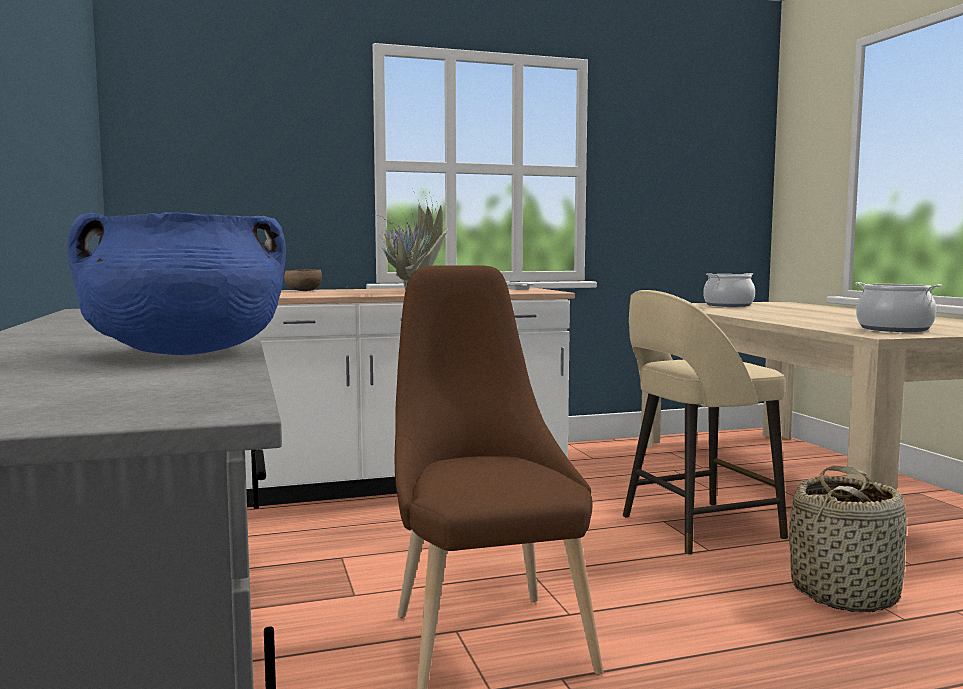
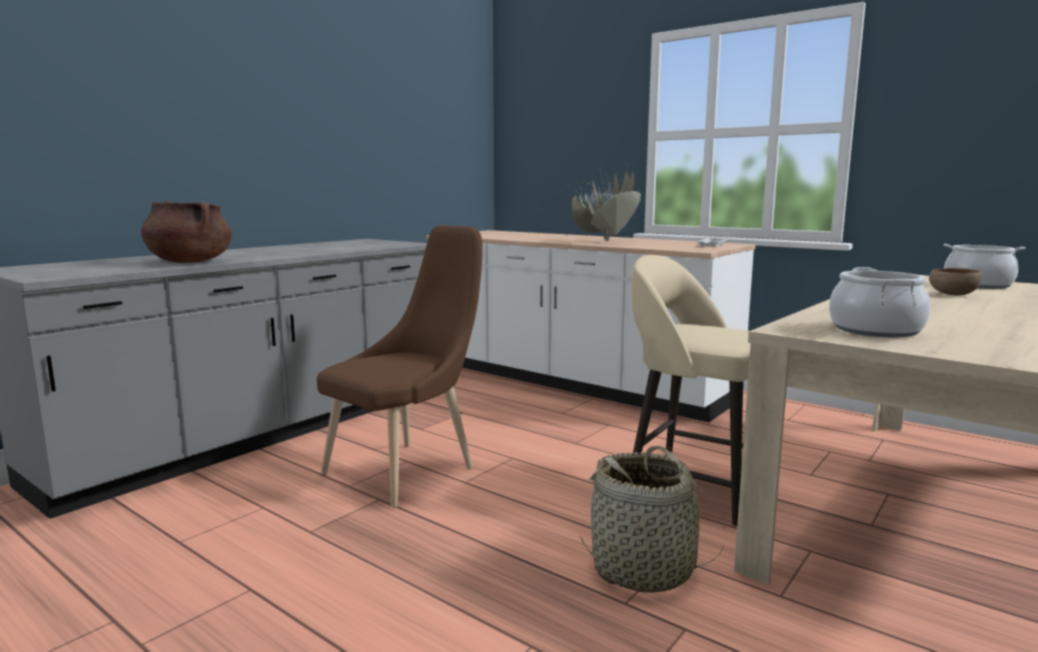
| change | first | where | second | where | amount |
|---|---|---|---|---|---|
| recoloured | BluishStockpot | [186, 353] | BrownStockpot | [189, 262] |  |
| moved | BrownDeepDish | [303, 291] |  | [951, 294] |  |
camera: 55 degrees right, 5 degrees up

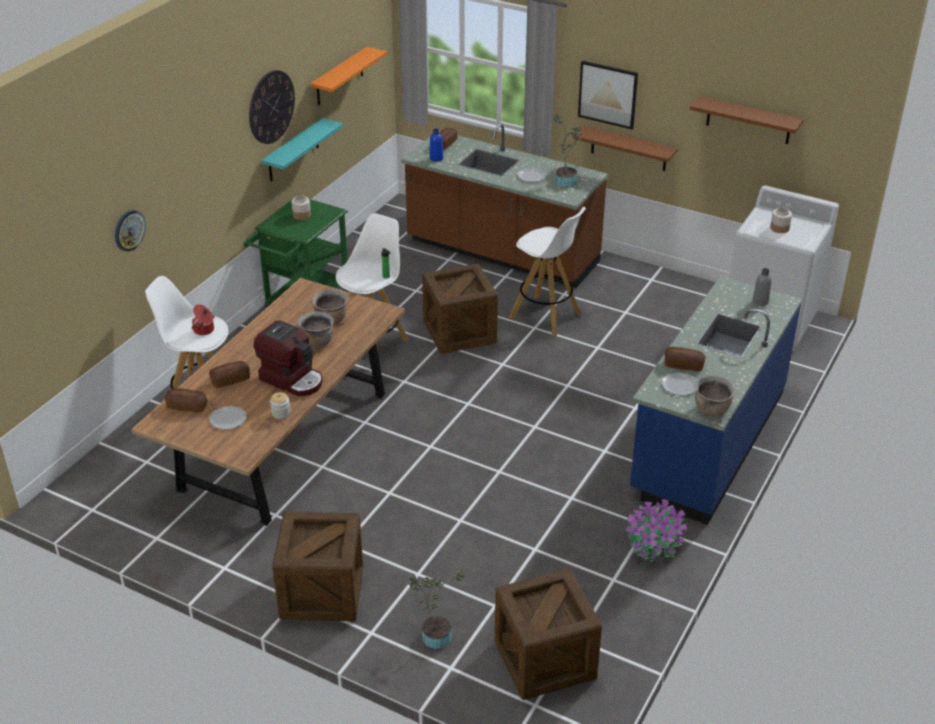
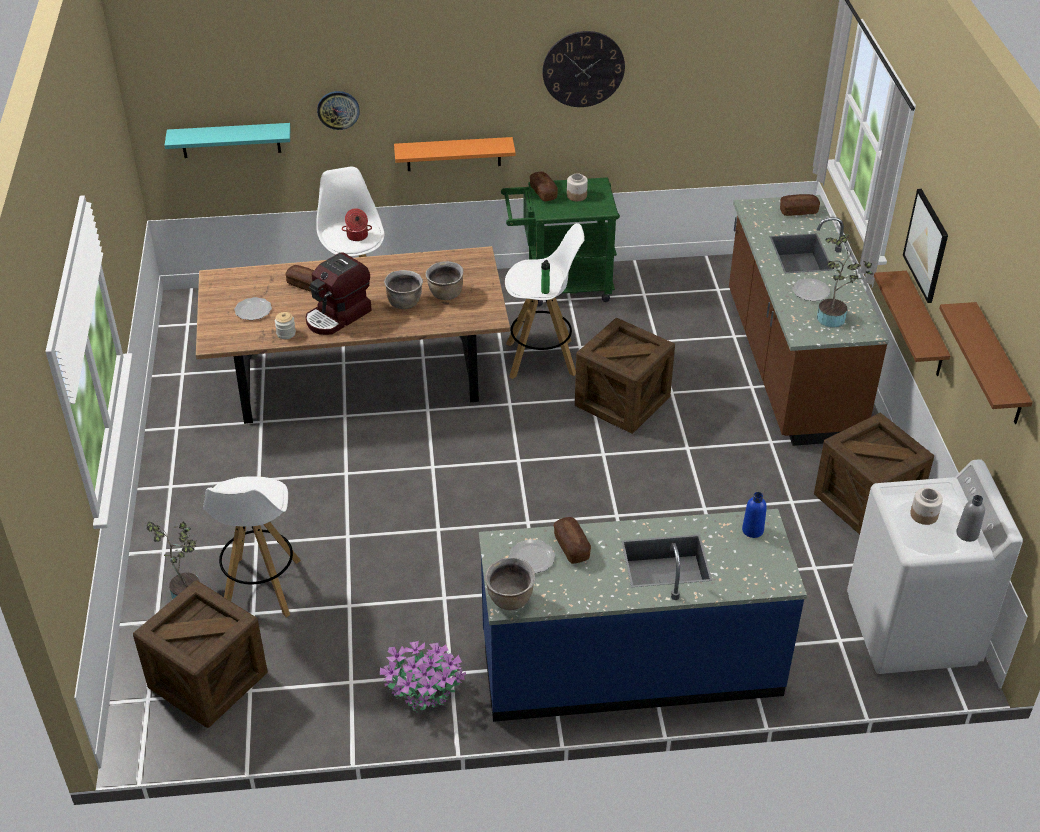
| change | first | where | second | where | amount |
|---|---|---|---|---|---|
| moved | BlueGreenShelf | [293, 151] |  | [230, 140] |  |
| moved | WhiteColouredSittingStool | [546, 316] |  | [261, 587] |  |
| turned | CoffeeBrewer | [292, 379] |  | [338, 316] | 45 degrees clockwise |
| moved | OrangeyShelf | [339, 77] |  | [453, 154] |  |
| moved | BakedBread | [187, 406] |  | [543, 192] |  |
| moved | BluishBeverageBottle | [436, 158] |  | [752, 530] |  |
| moved | ShippingCrate | [322, 592] |  | [866, 502] |  |
| moved | GreyBeverageBottle | [760, 301] |  | [967, 534] |  |
camera: 55 degrees right, 5 degrees up

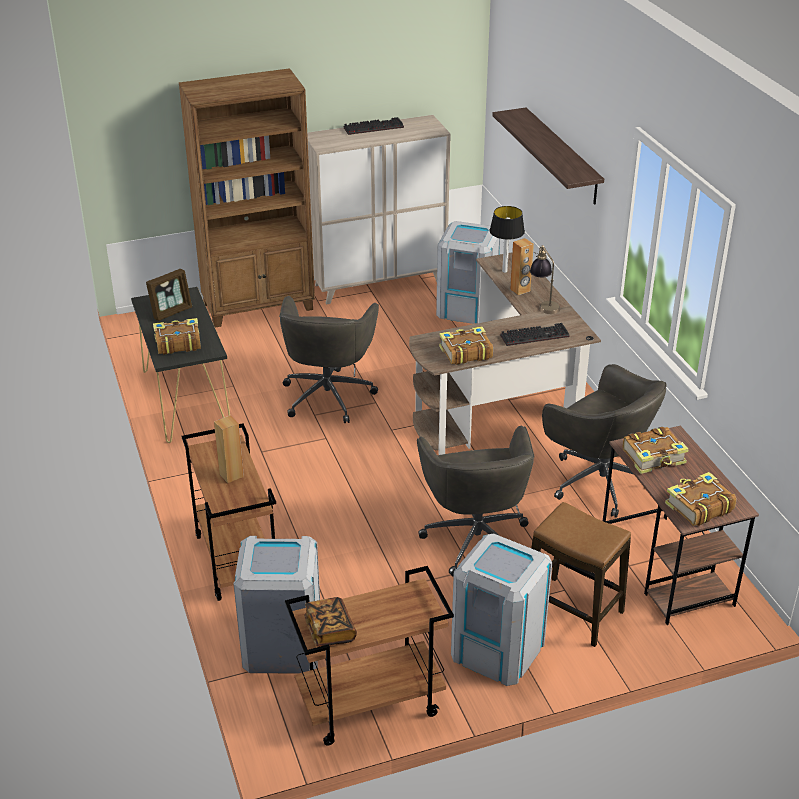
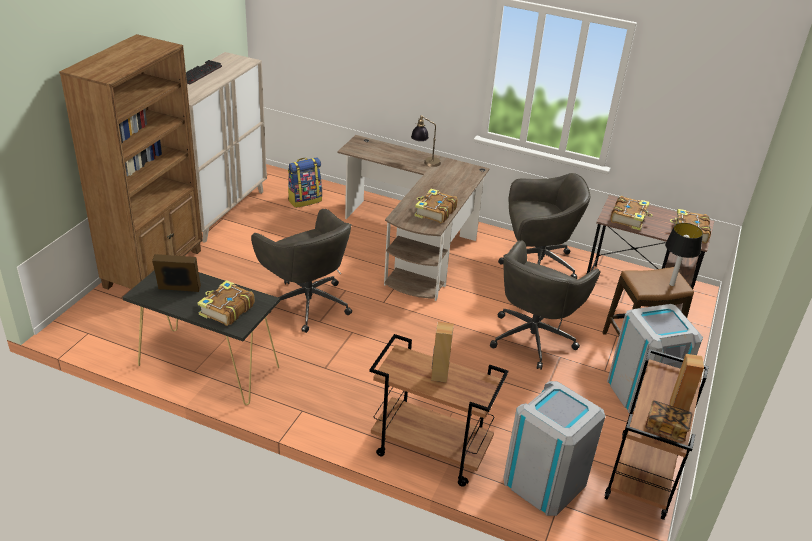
| change | first | where | second | where | amount |
|---|---|---|---|---|---|
| turned | PictureFrame | [171, 312] |  | [178, 290] | 90 degrees counterclockwise |
| replaced | GreyTrashCan | [467, 308] | Backpack | [305, 200] |  |
| turned | GreyComputerChair | [476, 538] |  | [533, 337] | 90 degrees clockwise |
| moved | TabletopLamp | [505, 271] |  | [671, 284] |  |
| moved | BrownLoudspeaker | [520, 290] |  | [678, 407] |  |
| removed | Shelf | [562, 156] |  |  |  |
| removed | ComputerKeyboard | [535, 335] |  |  |  |
camera: 50 degrees left, 0 degrees up

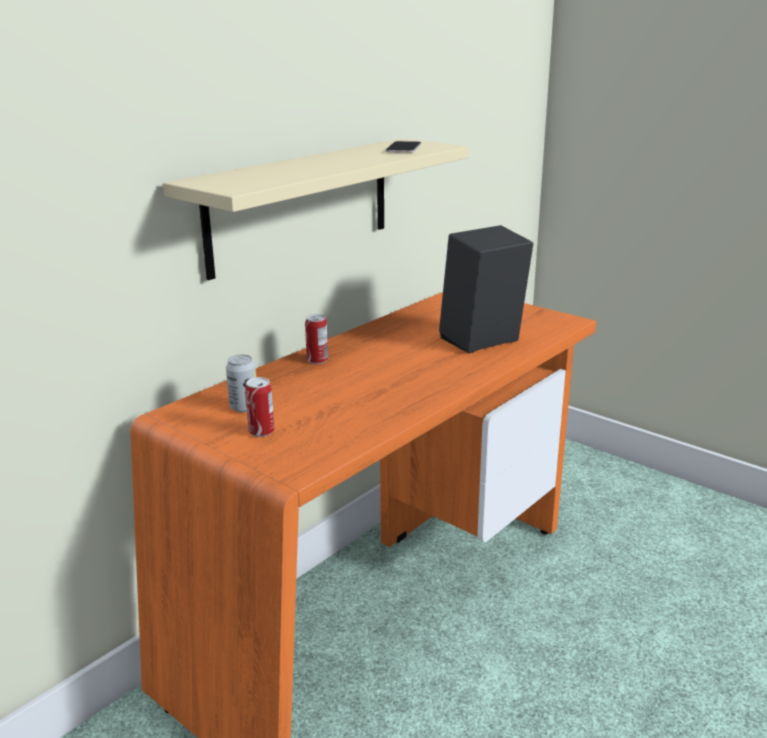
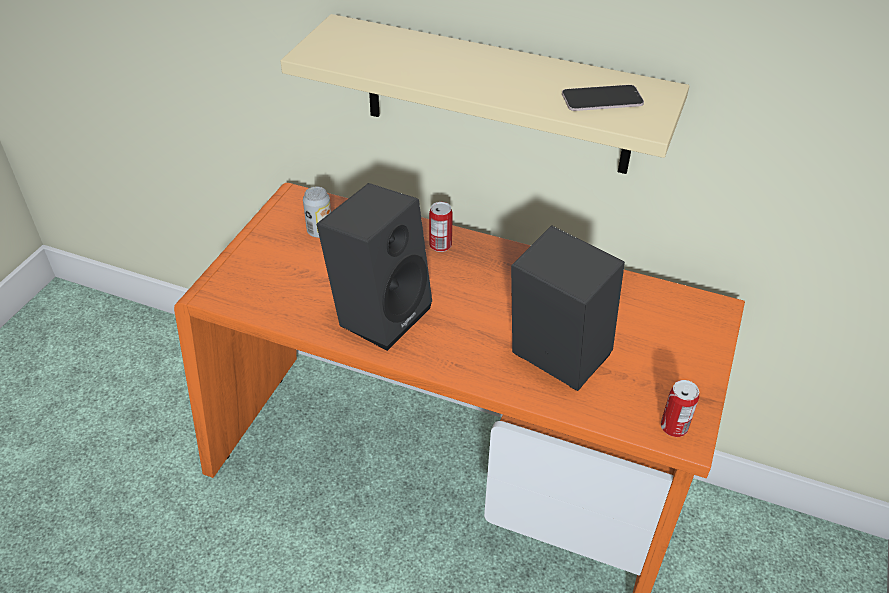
| change | first | where | second | where | amount |
|---|---|---|---|---|---|
| added |  |  | BlackishLoudspeaker | [380, 312] |  |
| moved | MetalCan | [261, 431] |  | [674, 427] |  |
camera: 70 degrees right, 20 degrees up

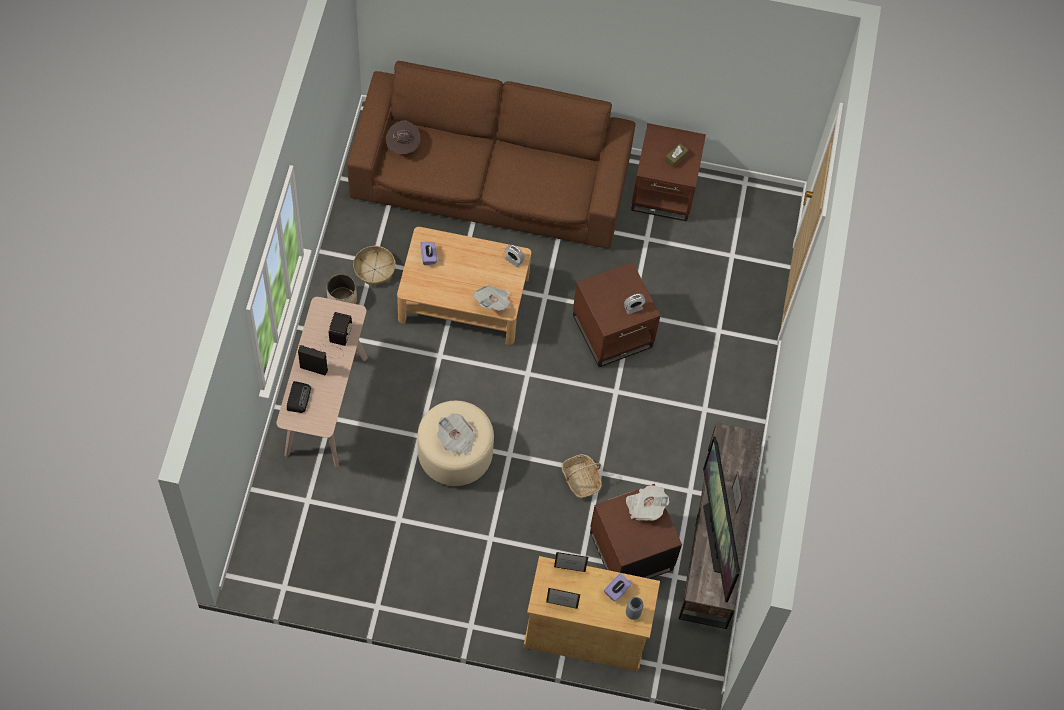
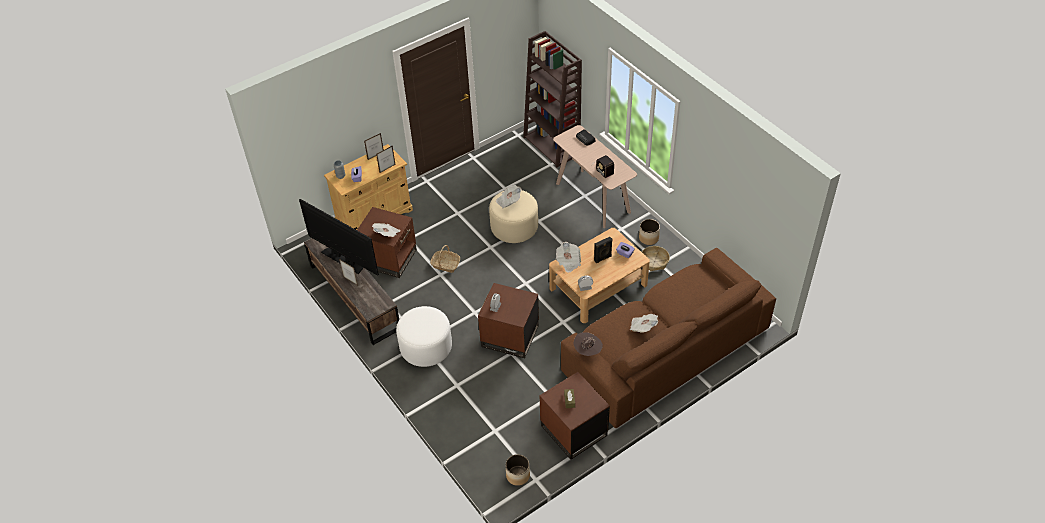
| change | first | where | second | where | amount |
|---|---|---|---|---|---|
| added |  |  | WhiteColouredPouffe | [426, 347] |  |
| added |  |  | Planter | [518, 475] |  |
| added |  |  | BrownBookshelf | [552, 146] |  |
| moved | BrownHat | [403, 146] |  | [587, 351] |  |
| moved | BlackishLoudspeaker | [314, 368] |  | [603, 258] |  |
| added |  |  | DailyPaper | [643, 327] |  |
camera: 140 degrees right, 15 degrees down

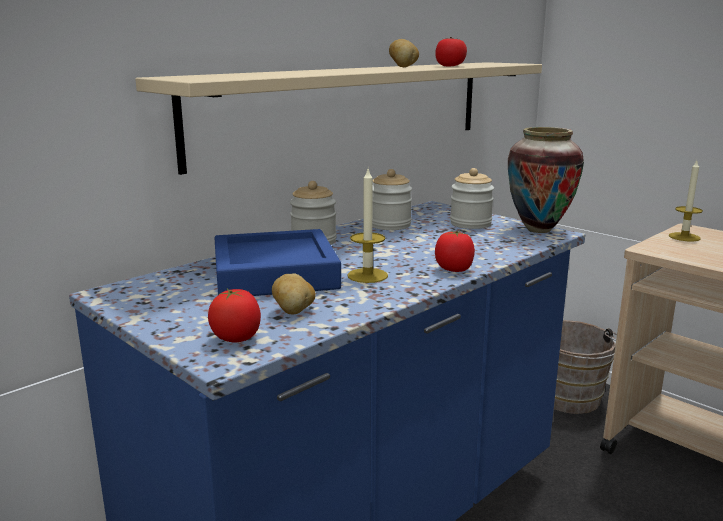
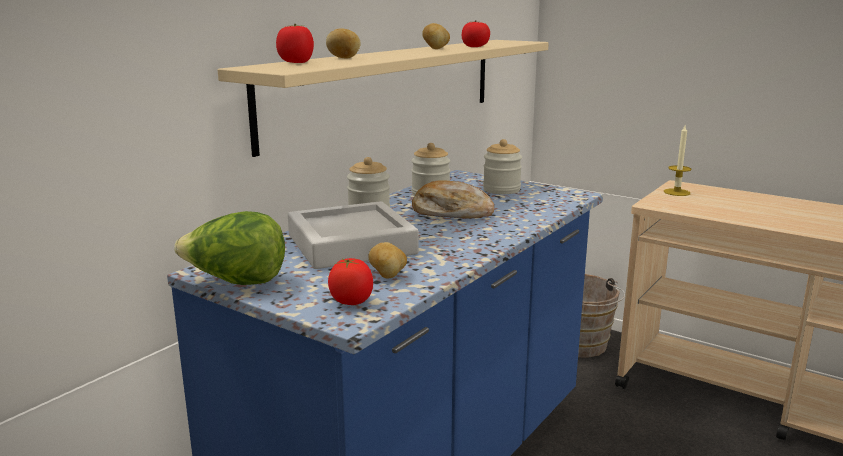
| change | first | where | second | where | amount |
|---|---|---|---|---|---|
| added |  |  | LettuceHead | [236, 282] |  |
| moved | WholeTomato | [454, 269] |  | [296, 62] |  |
| recoloured | BluishTray | [275, 274] | GreyTray | [351, 244] |  |
| added |  |  | WholePotato | [344, 58] |  |
| added |  |  | BakedBread | [451, 213] |  |
| removed | WaxLight | [367, 275] |  |  |  |
| removed | Vase | [538, 229] |  |  |  |
camera: 10 degrees left, 0 degrees up

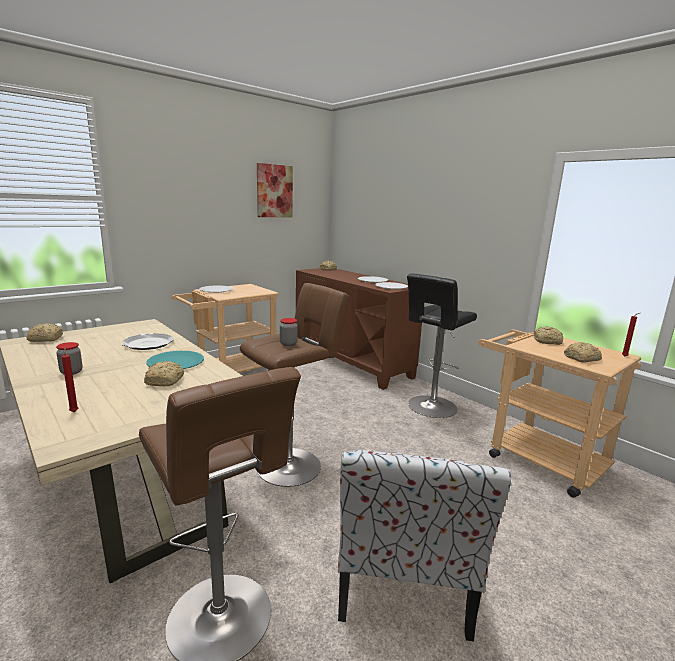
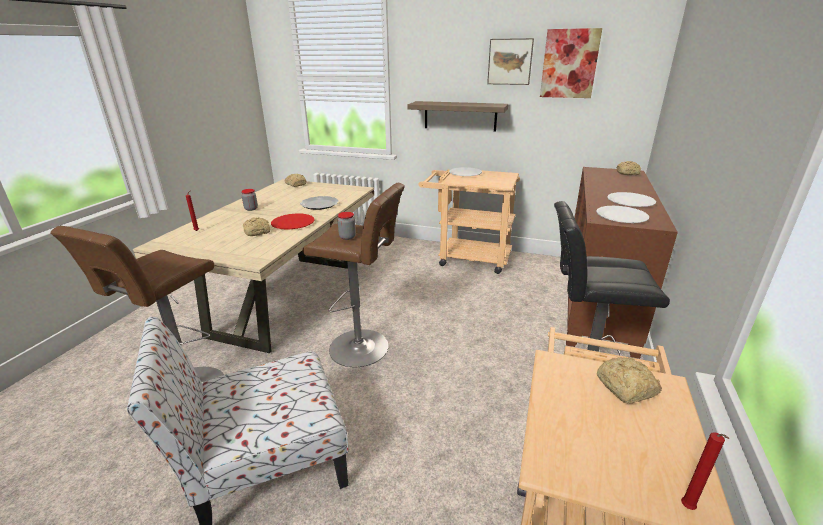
| change | first | where | second | where | amount |
|---|---|---|---|---|---|
| recoloured | BlueGreenFlatDish | [176, 362] | RedFlatDish | [293, 223] |  |
| added |  |  | Shelf | [460, 116] |  |
| added |  |  | WallPicture | [510, 61] |  |
| removed | BakedBread | [580, 359] |  |  |  |
camera: 60 degrees right, 10 degrees up

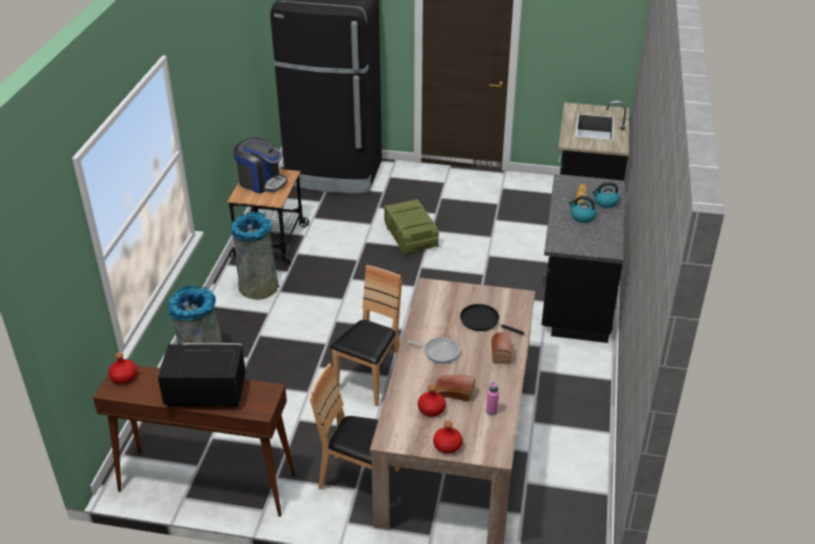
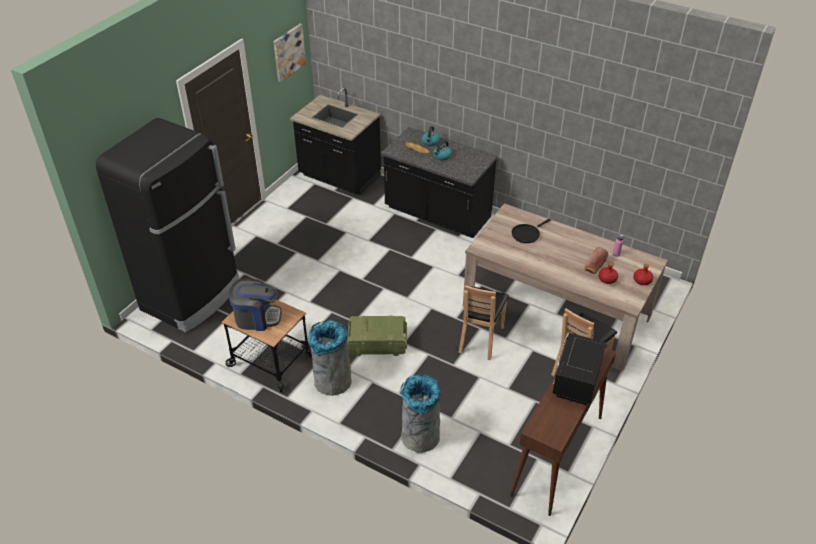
| change | first | where | second | where | amount |
|---|---|---|---|---|---|
| turned | CoffeeBrewer | [261, 182] |  | [257, 318] | 45 degrees clockwise |
| added |  |  | WallPicture | [288, 52] |  |
| moved | ShippingCrate | [410, 236] |  | [376, 343] |  |
| turned | BrownPlainChair | [370, 380] |  | [480, 339] | 120 degrees counterclockwise |
| removed | RedBeverageBottle | [123, 376] |  |  |  |
| removed | Skillet | [439, 352] |  |  |  |
| removed | BakedBread | [500, 352] |  |  |  |
camera: 70 degrees left, 5 degrees up

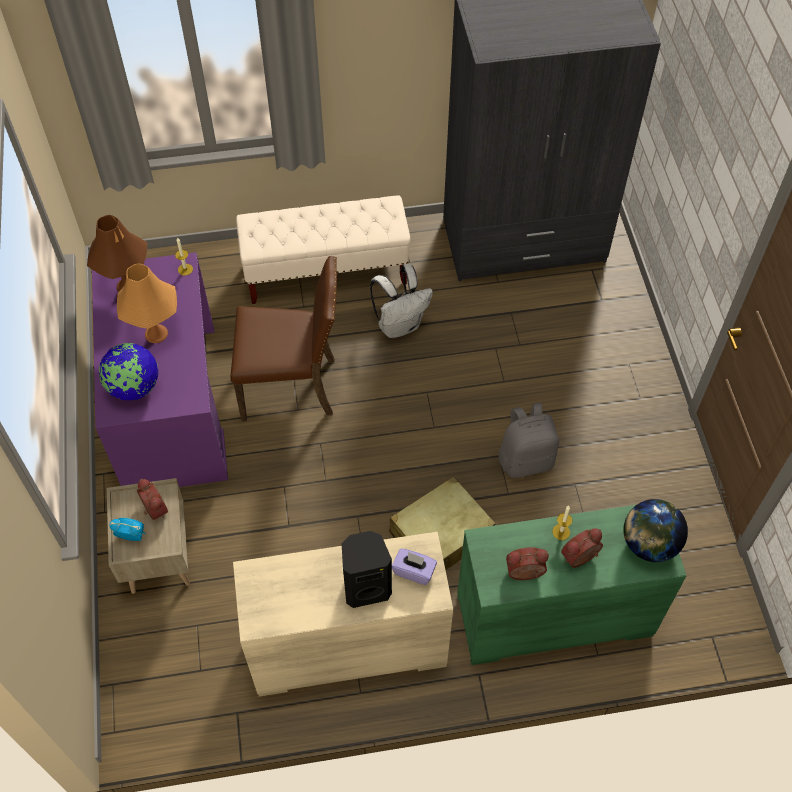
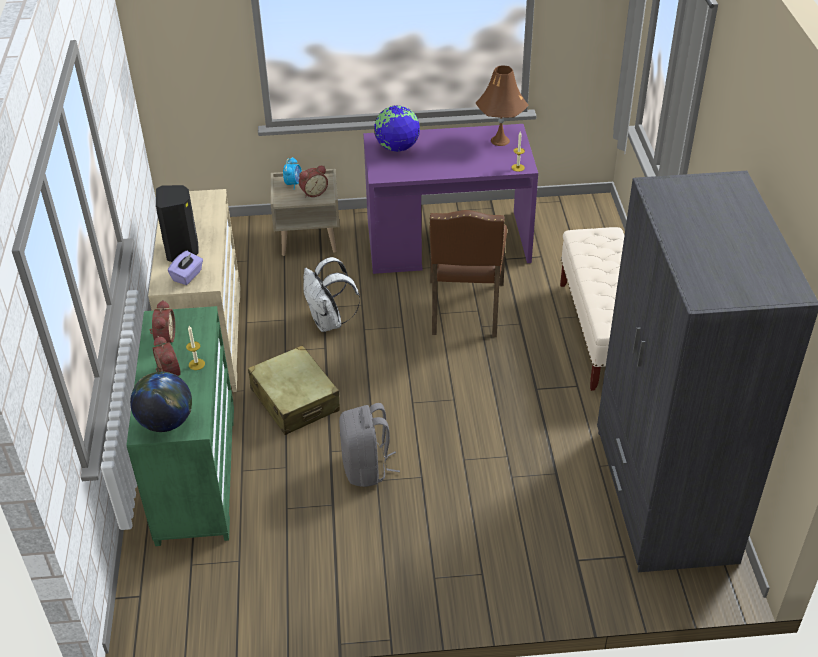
| change | first | where | second | where | amount |
|---|---|---|---|---|---|
| moved | WhiteColouredBackpack | [400, 325] |  | [329, 322] |  |
| removed | OrangeyTabletopLamp | [156, 333] |  |  |  |
camera: 95 degrees right, 15 degrees down

